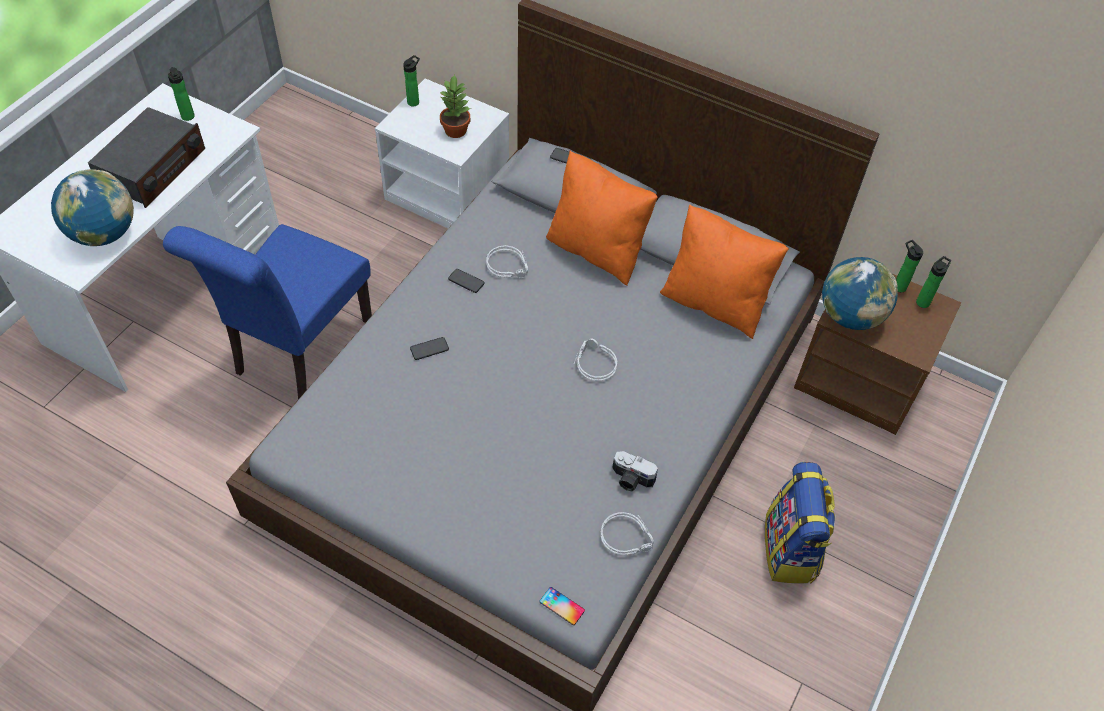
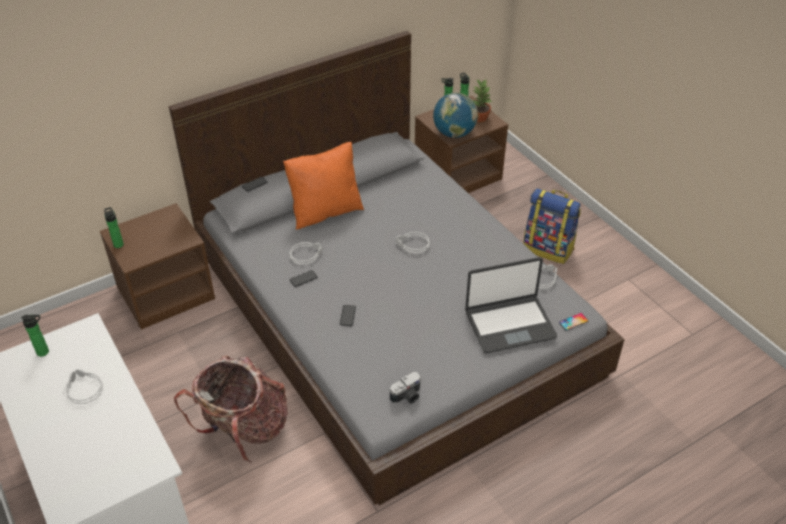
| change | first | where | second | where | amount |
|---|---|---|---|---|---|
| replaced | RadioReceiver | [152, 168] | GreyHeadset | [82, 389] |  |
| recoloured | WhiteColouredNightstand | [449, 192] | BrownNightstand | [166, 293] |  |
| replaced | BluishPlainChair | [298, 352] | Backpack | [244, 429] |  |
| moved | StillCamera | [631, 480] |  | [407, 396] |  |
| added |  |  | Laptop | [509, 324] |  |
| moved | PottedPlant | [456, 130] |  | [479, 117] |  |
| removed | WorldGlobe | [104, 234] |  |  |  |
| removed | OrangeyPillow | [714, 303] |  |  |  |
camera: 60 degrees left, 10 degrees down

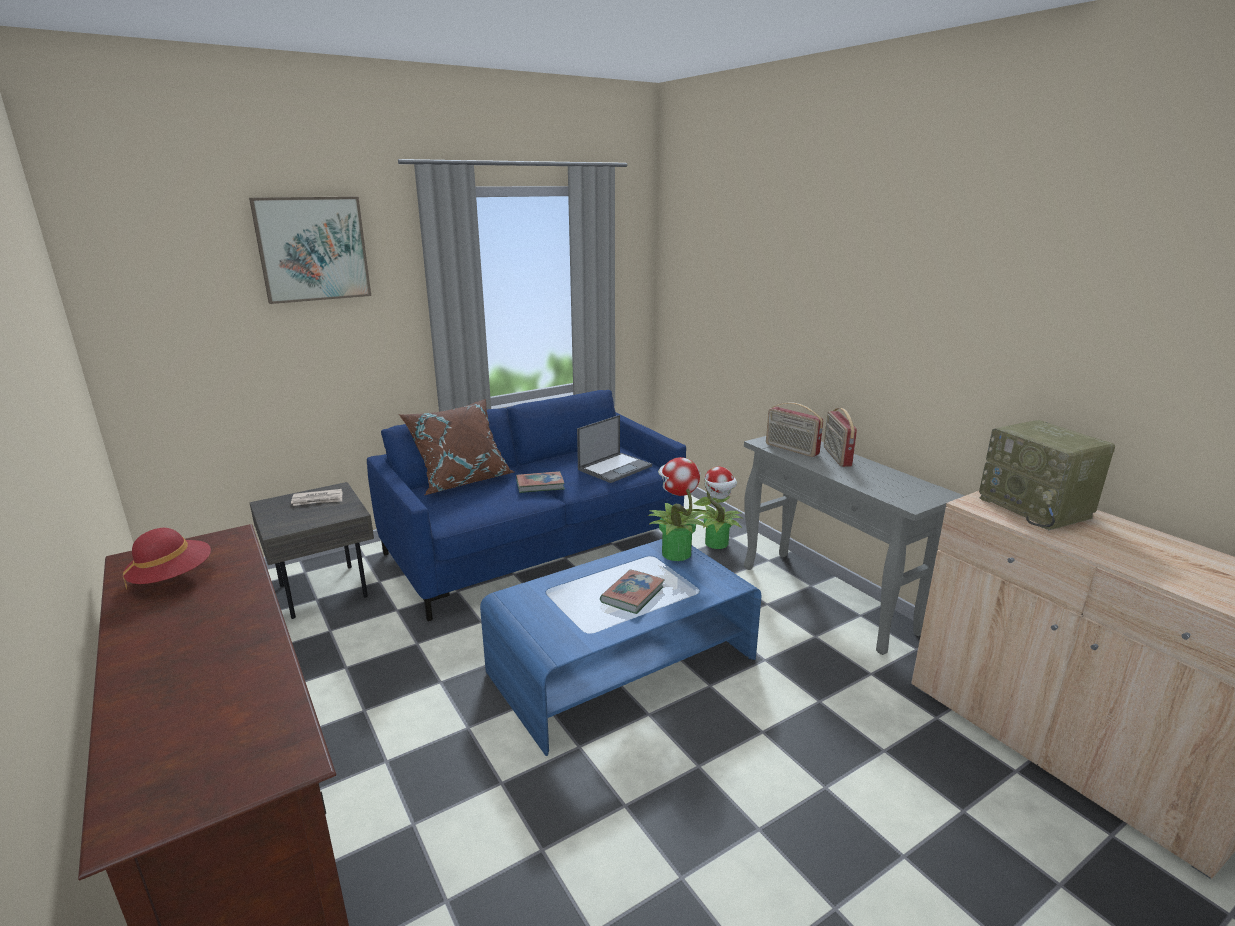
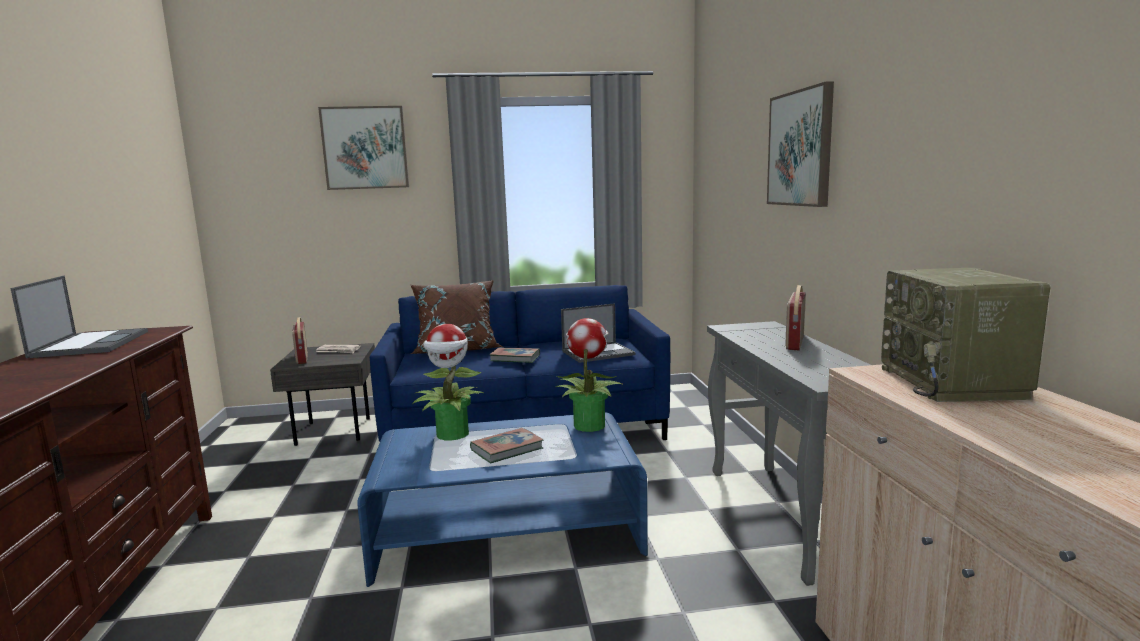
| change | first | where | second | where | amount |
|---|---|---|---|---|---|
| replaced | RedHat | [172, 578] | Laptop | [91, 344] |  |
| moved | RadioReceiver | [791, 449] |  | [301, 358] |  |
| moved | PottedPlant | [717, 543] |  | [453, 434] |  |
| added |  |  | WallPicture | [800, 148] |  |
camera: 25 degrees right, 10 degrees down

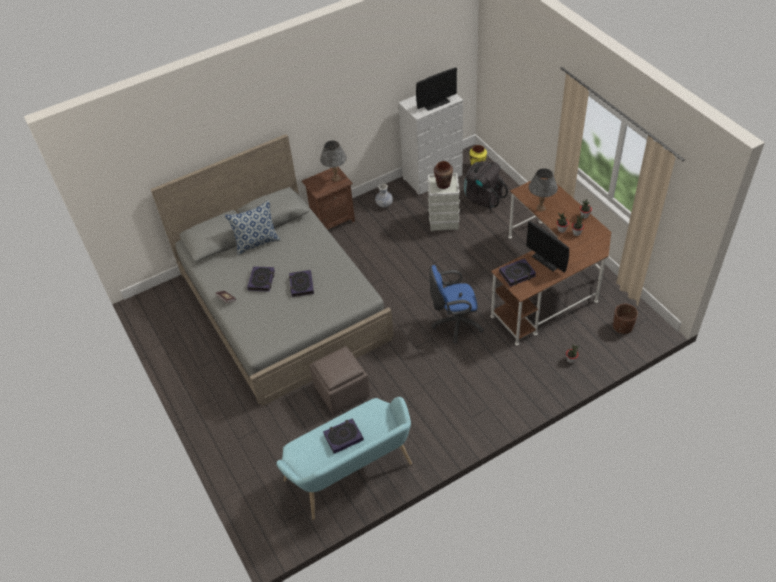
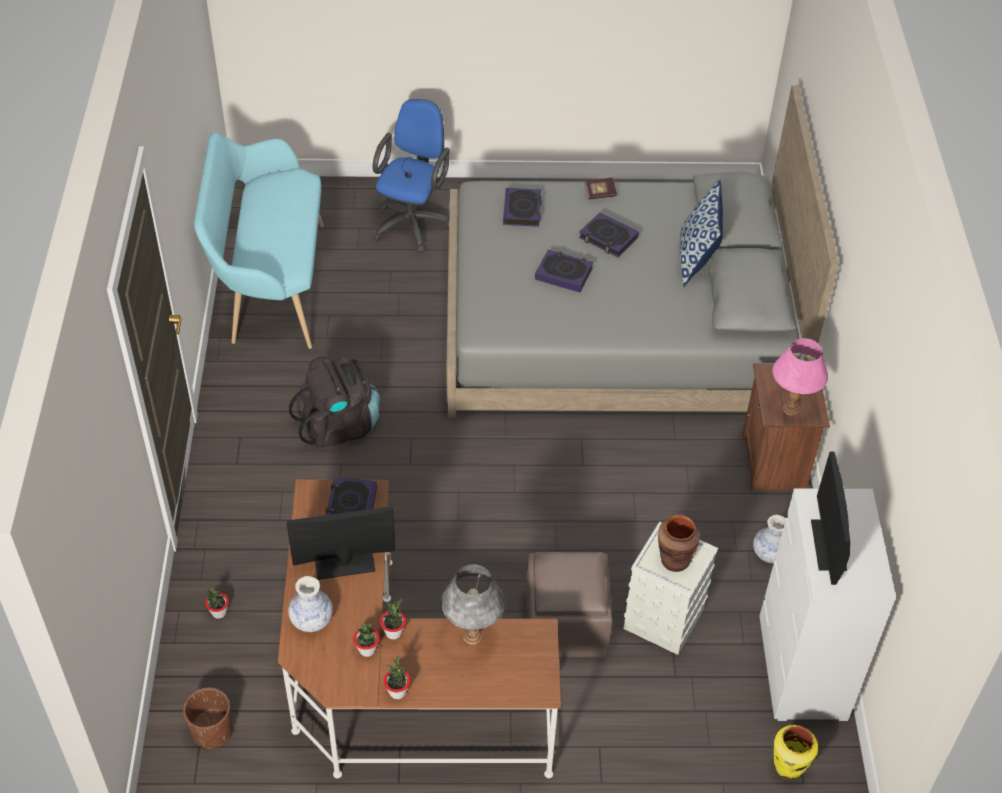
| change | first | where | second | where | amount |
|---|---|---|---|---|---|
| added |  |  | Vase | [311, 619] |  |
| moved | BlackishBackpack | [483, 197] |  | [340, 426] |  |
| moved | BluishComputerChair | [454, 323] |  | [413, 222] |  |
| moved | Book | [343, 437] |  | [522, 210] |  |
| moved | BrownPouffe | [342, 391] |  | [567, 625] |  |
| recoloured | GreyTabletopLamp | [336, 178] | PinkColouredTabletopLamp | [790, 408] |  |
camera: 115 degrees right, 0 degrees up

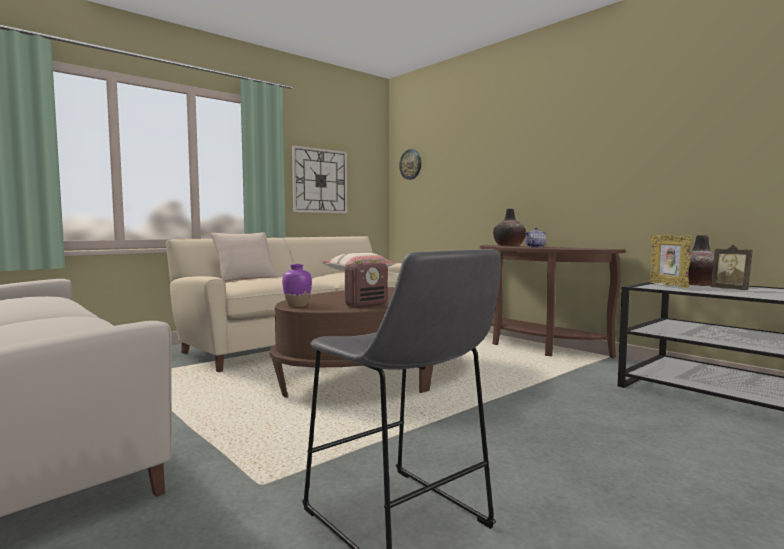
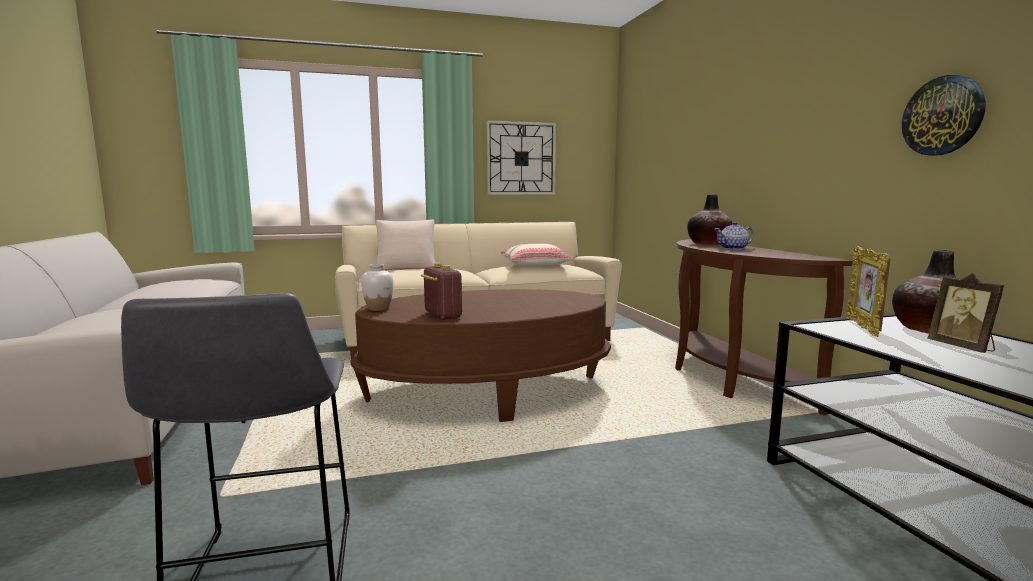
| change | first | where | second | where | amount |
|---|---|---|---|---|---|
| recoloured | PurpleColouredVase | [297, 305] | WhiteColouredVase | [378, 308] |  |
| turned | RadioReceiver | [366, 305] |  | [442, 315] | 105 degrees counterclockwise |
| moved | ClockOnTheWall | [410, 164] |  | [943, 116] |  |
camera: 25 degrees right, 5 degrees up

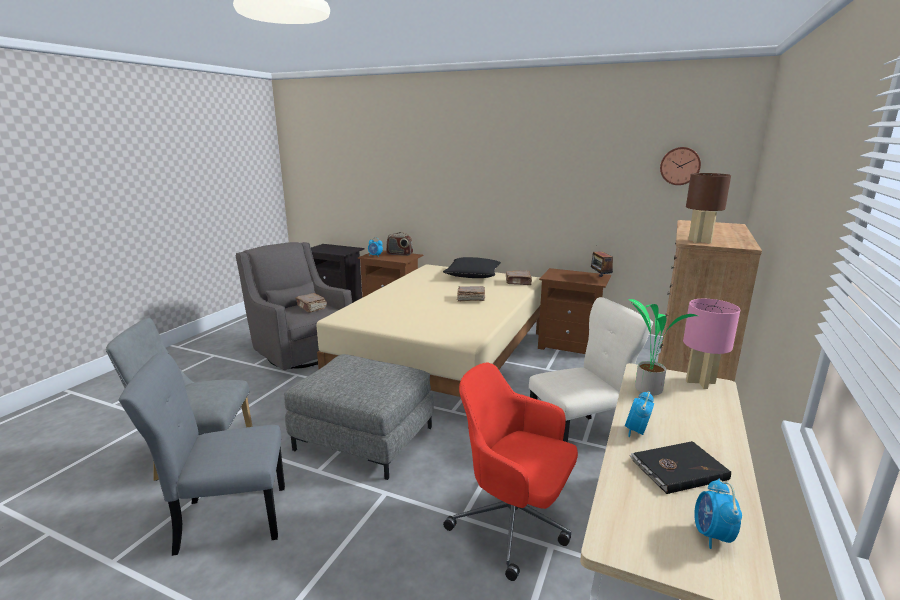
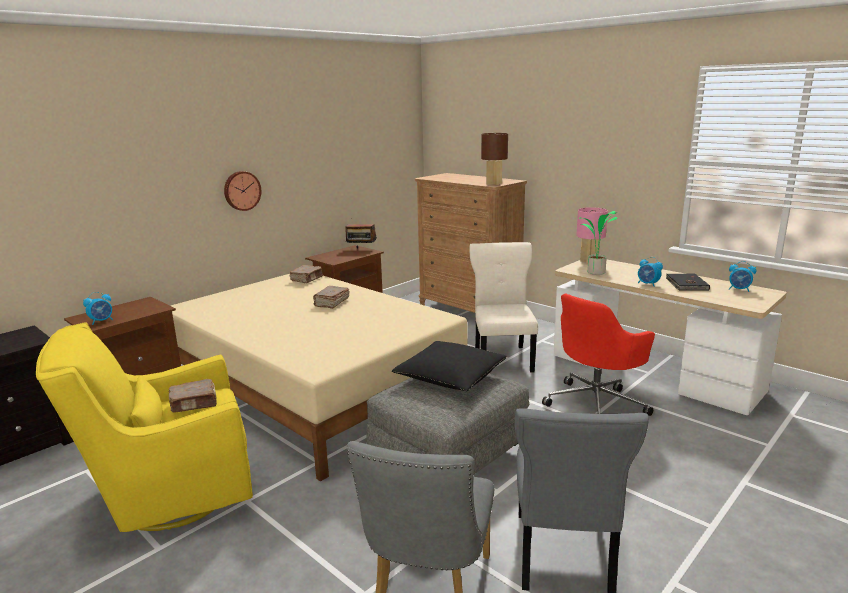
| change | first | where | second | where | amount |
|---|---|---|---|---|---|
| recoloured | GreyArmchair | [300, 353] | YellowColouredArmchair | [169, 495] |  |
| moved | ClockOnTheWall | [680, 166] |  | [241, 190] |  |
| moved | BlackishPillow | [473, 275] |  | [450, 377] |  |
| removed | RadioReceiver | [399, 254] |  |  |  |
camera: 70 degrees left, 0 degrees up

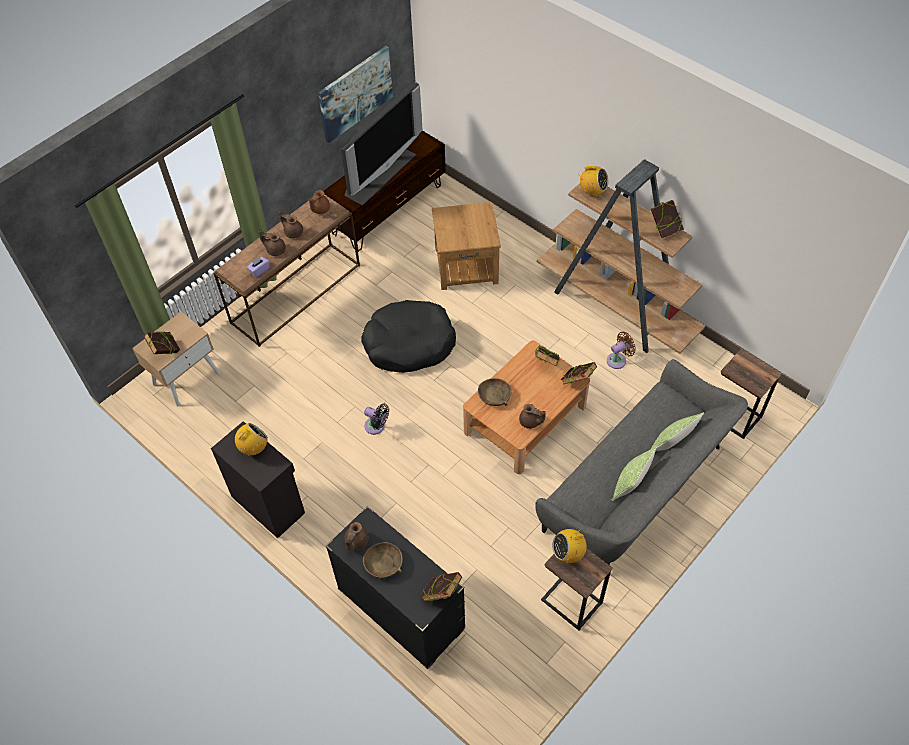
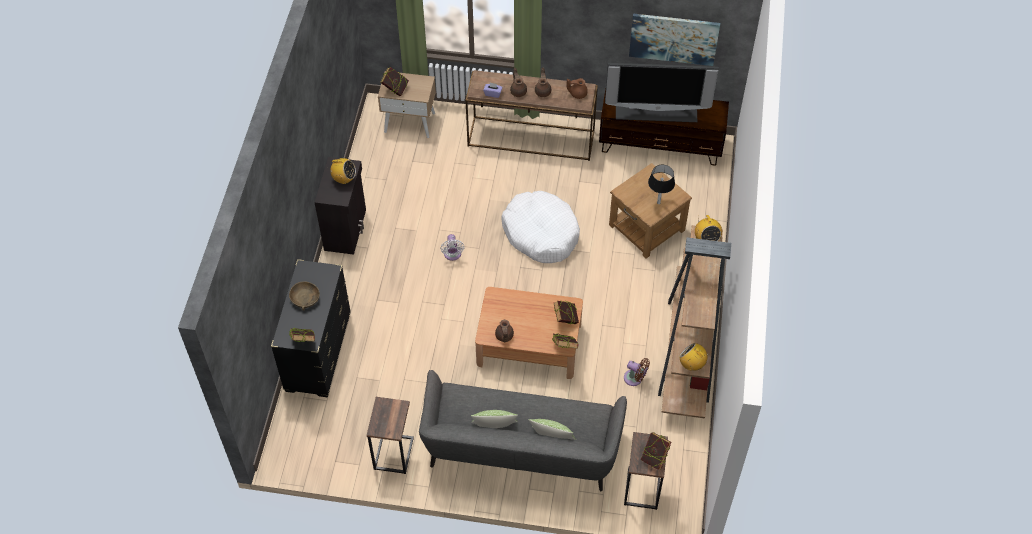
| change | first | where | second | where | amount |
|---|---|---|---|---|---|
| recoloured | BlackishCoolingFan | [376, 427] | WhiteColouredCoolingFan | [452, 255] |  |
| recoloured | BlackishPetBed | [409, 344] | WhiteColouredPetBed | [541, 233] |  |
| moved | Book | [664, 229] |  | [654, 458] |  |
| added |  |  | BlackishTabletopLamp | [658, 202] |  |
| moved | RadioReceiver | [568, 553] |  | [692, 364] |  |
| removed | BrownPotForTea | [356, 542] |  |  |  |
| removed | BrownDeepDish | [494, 396] |  |  |  |
camera: 55 degrees right, 0 degrees up

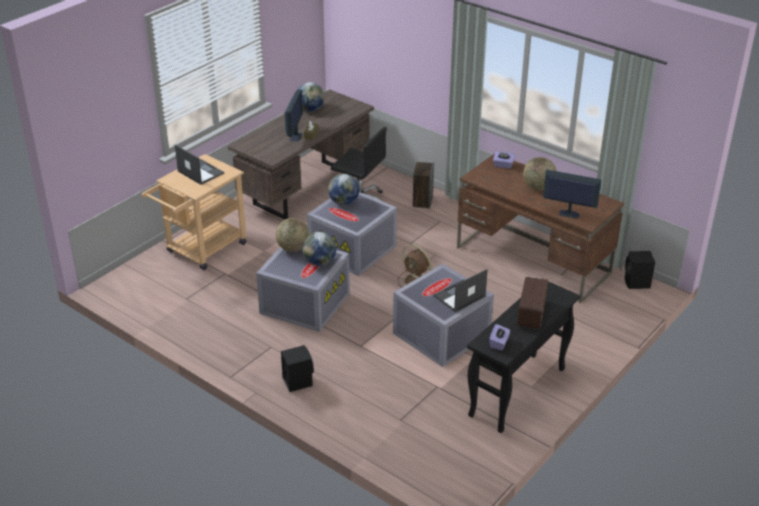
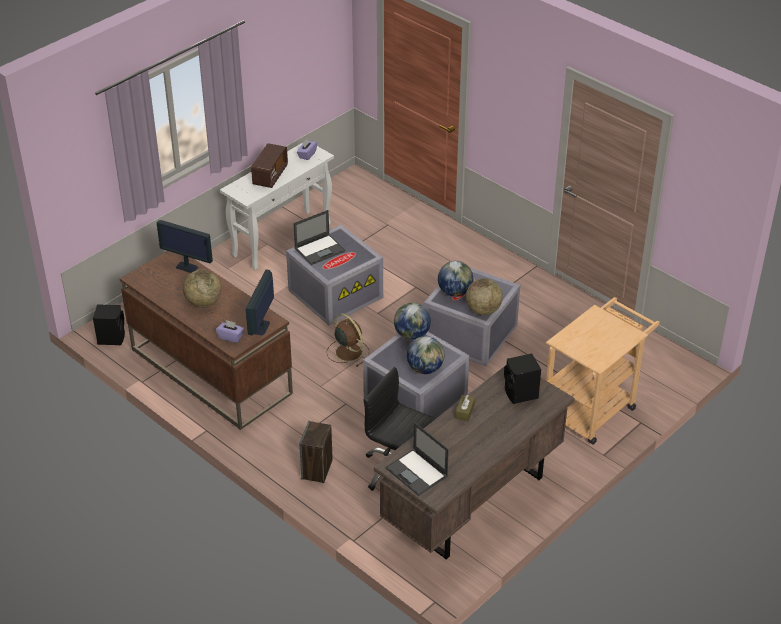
| change | first | where | second | where | amount |
|---|---|---|---|---|---|
| recoloured | BlackishNarrowTable | [517, 393] | WhiteColouredNarrowTable | [282, 239] |  |
| moved | ComputerScreen | [296, 136] |  | [261, 328] |  |
| moved | Laptop | [200, 172] |  | [417, 472] |  |
| moved | WorldGlobe | [310, 110] |  | [412, 335] |  |
| moved | BlackishLoudspeaker | [297, 381] |  | [521, 394] |  |
camera: 175 degrees left, 5 degrees up

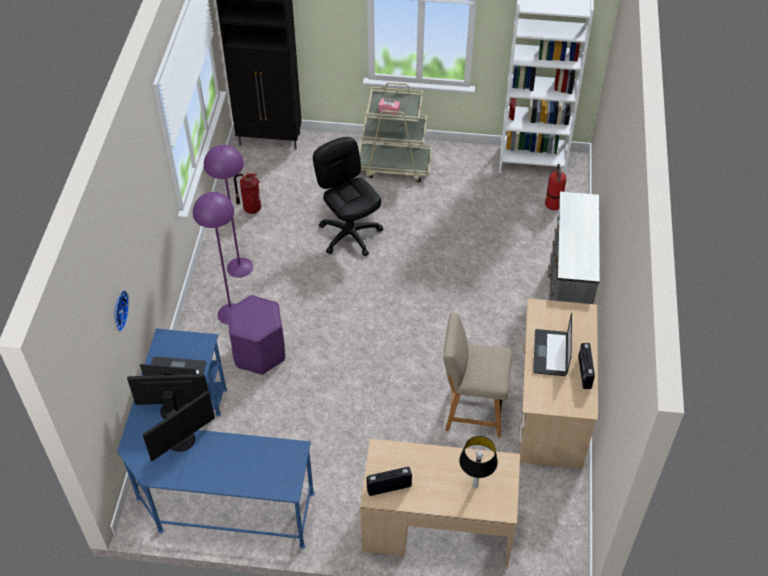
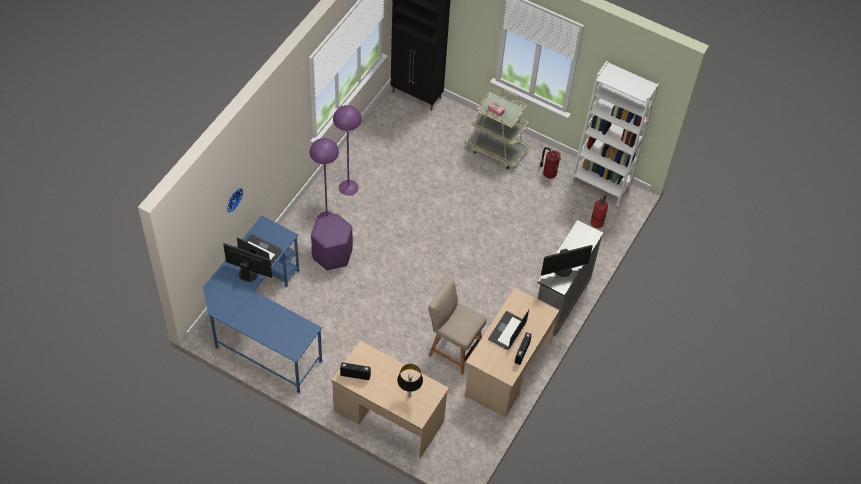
| change | first | where | second | where | amount |
|---|---|---|---|---|---|
| moved | FireExtinguisher | [251, 208] |  | [549, 173] |  |
| moved | ComputerScreen | [182, 440] |  | [563, 270] |  |
| removed | BlackishComputerChair | [350, 234] |  |  |  |
camera: 20 degrees right, 5 degrees up

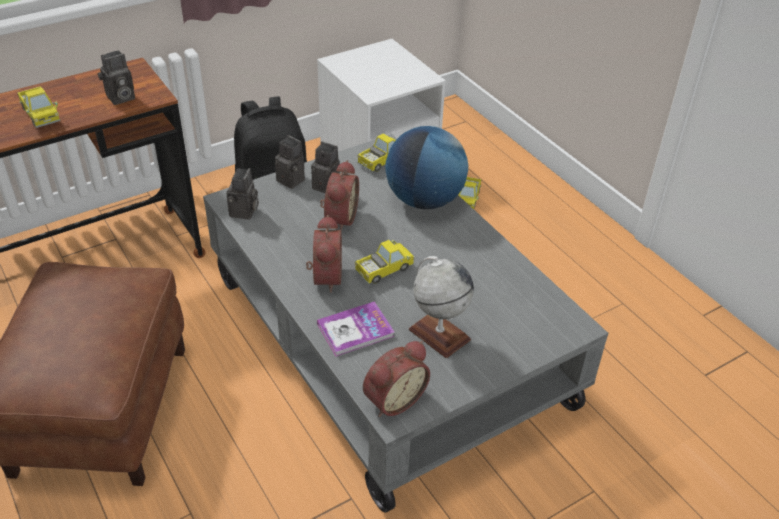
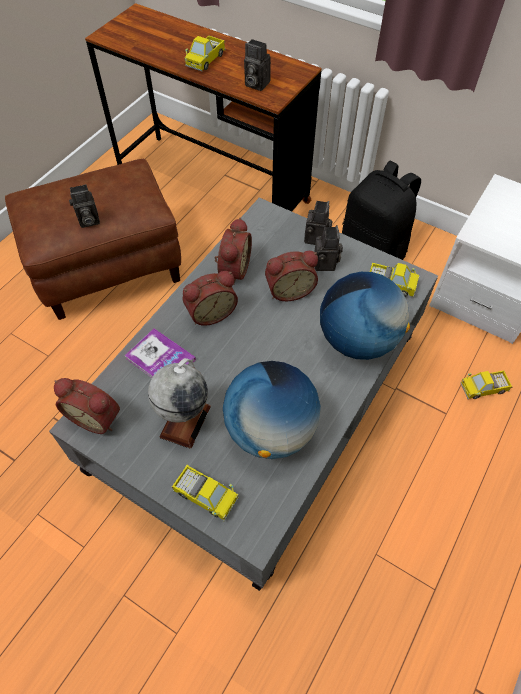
| change | first | where | second | where | amount |
|---|---|---|---|---|---|
| moved | StillCamera | [244, 212] |  | [88, 221] |  |
| moved | ToyLorry | [384, 270] |  | [206, 496] |  |
| added |  |  | AlarmClock | [232, 269] |  |
| added |  |  | WorldGlobe | [270, 430] |  |
camera: 65 degrees right, 15 degrees up

